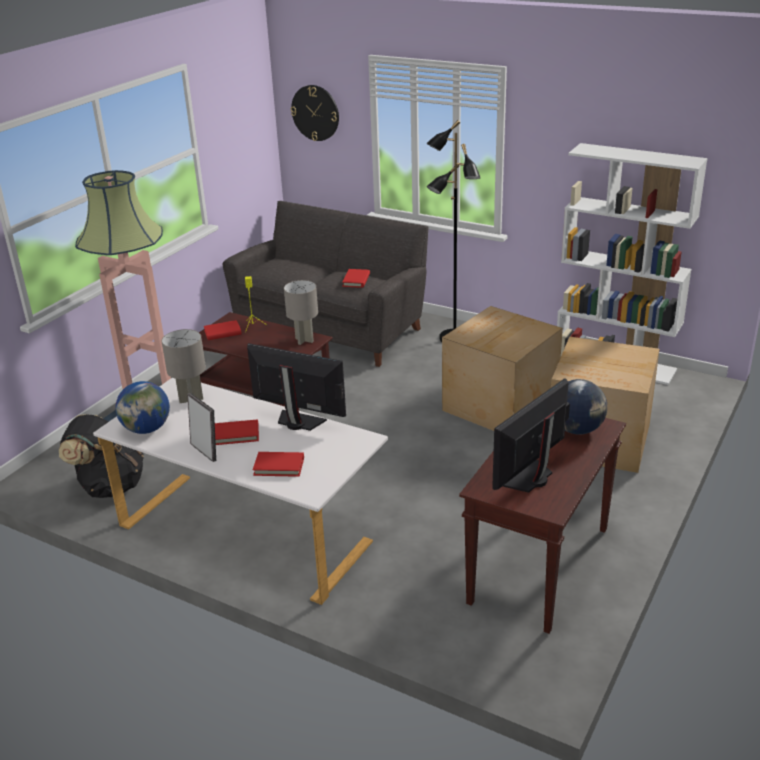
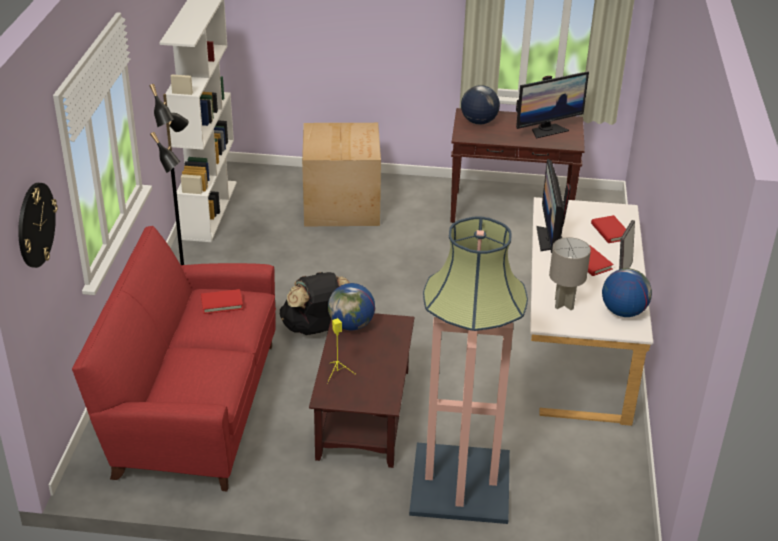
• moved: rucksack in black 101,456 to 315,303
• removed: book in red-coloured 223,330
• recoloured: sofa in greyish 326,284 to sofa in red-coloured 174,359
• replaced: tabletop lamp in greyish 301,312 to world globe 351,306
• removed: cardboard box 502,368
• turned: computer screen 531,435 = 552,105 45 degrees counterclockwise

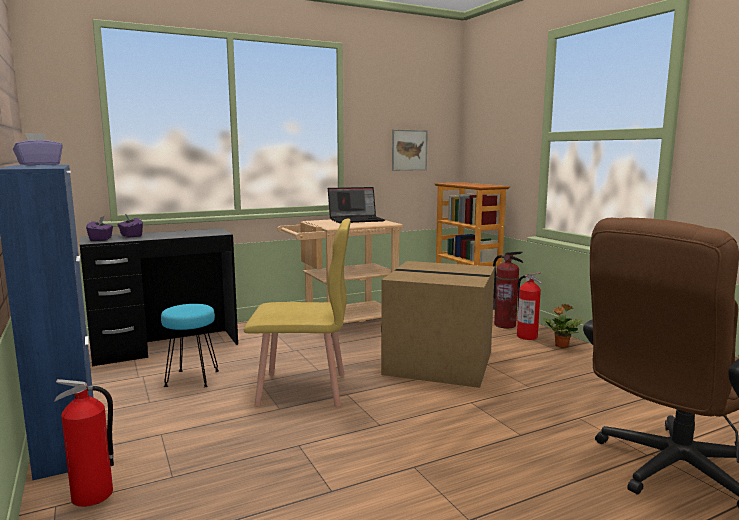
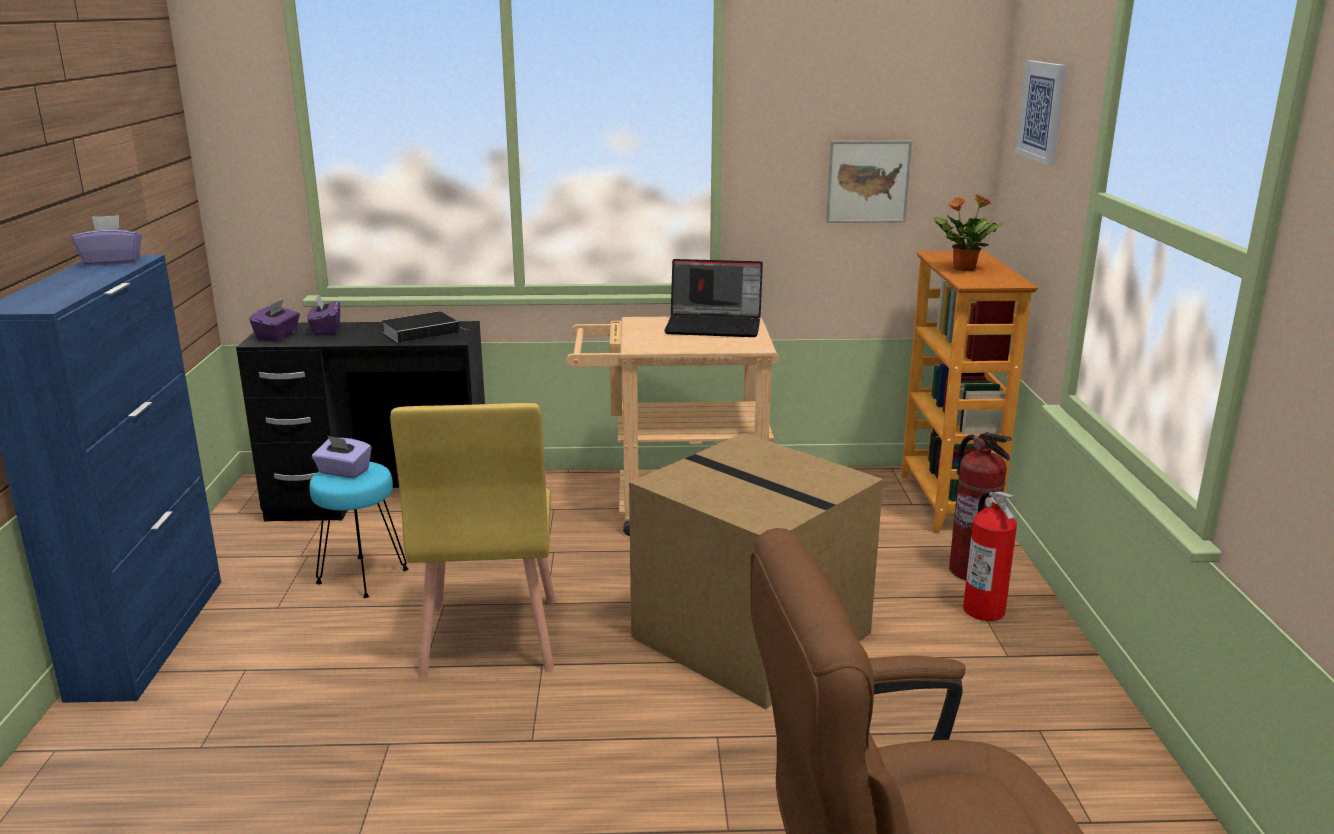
• removed: extinguisher 84,443
• turned: plain chair in yellow-coloured 297,313 = 473,540 60 degrees clockwise
• moved: houseplant 563,326 to 969,233
• added: tissue holder in purple-coloured 342,457
• added: book 425,327
• added: picture 1041,113

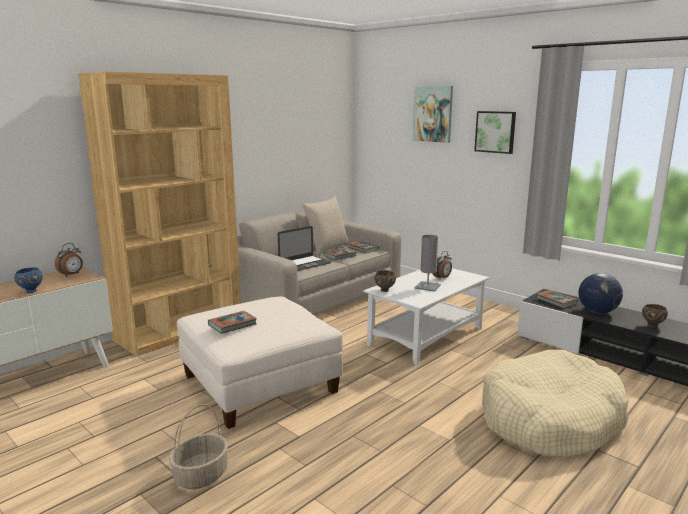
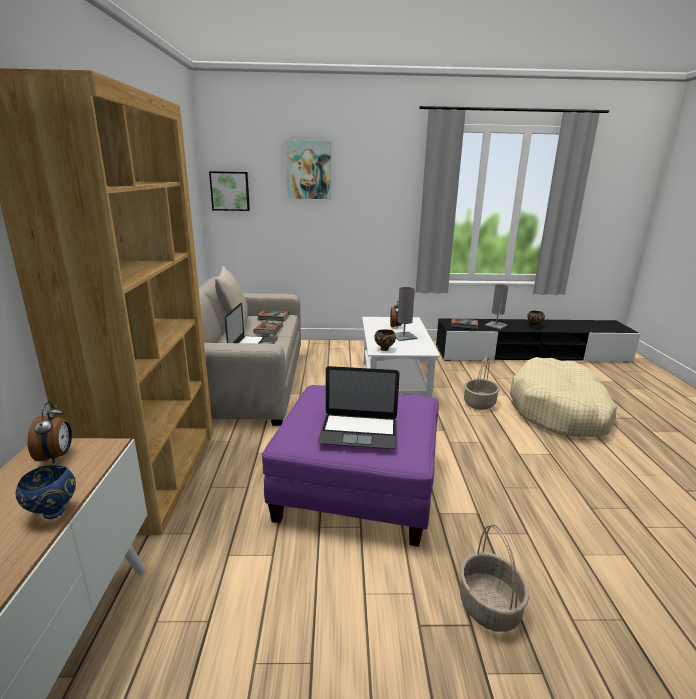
• recoloured: pouffe in whitish 260,362 to pouffe in purple-coloured 350,466
• replaced: book 232,322 to laptop 359,407
• moved: picture 495,132 to 229,191
• replaced: world globe 601,293 to tabletop lamp in greyish 496,306
• added: household basket 482,383

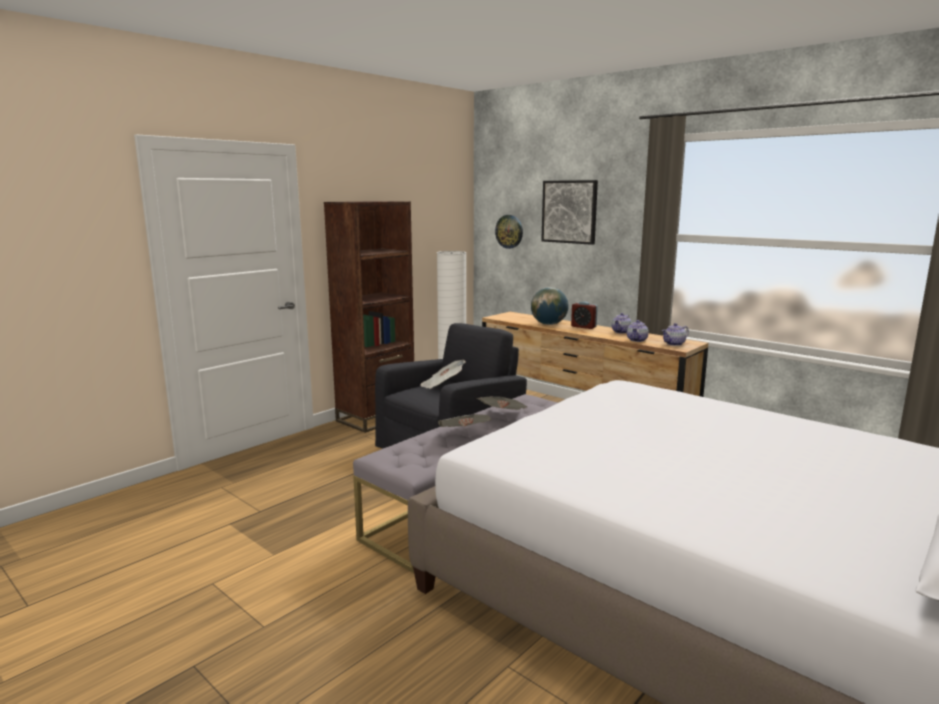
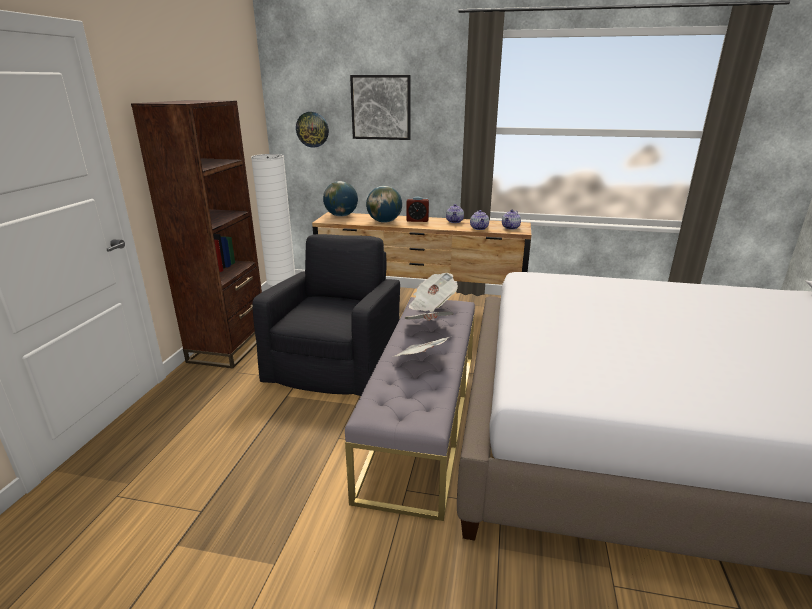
• moved: newspaper 443,374 to 433,292
• added: world globe 340,199

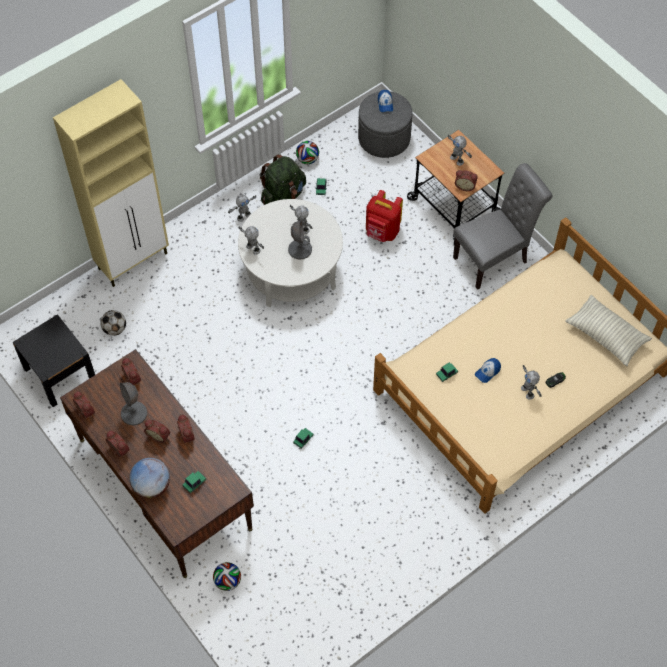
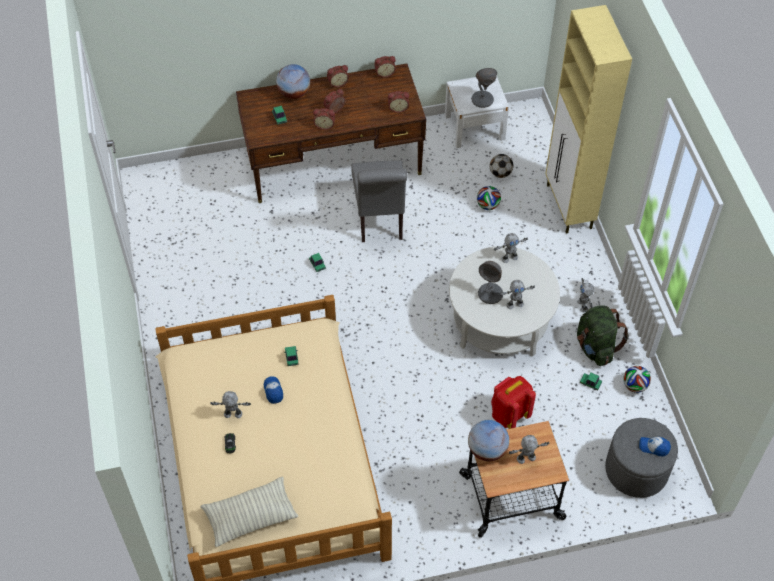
• recoloured: night table in black 54,360 to night table in whitish 477,112
• moved: tabletop lamp in greyish 133,403 to 484,88
• moved: football 227,576 to 489,198
• moved: plain chair in greyish 502,226 to 379,201
• replaced: bedside clock 466,180 to world globe 488,440

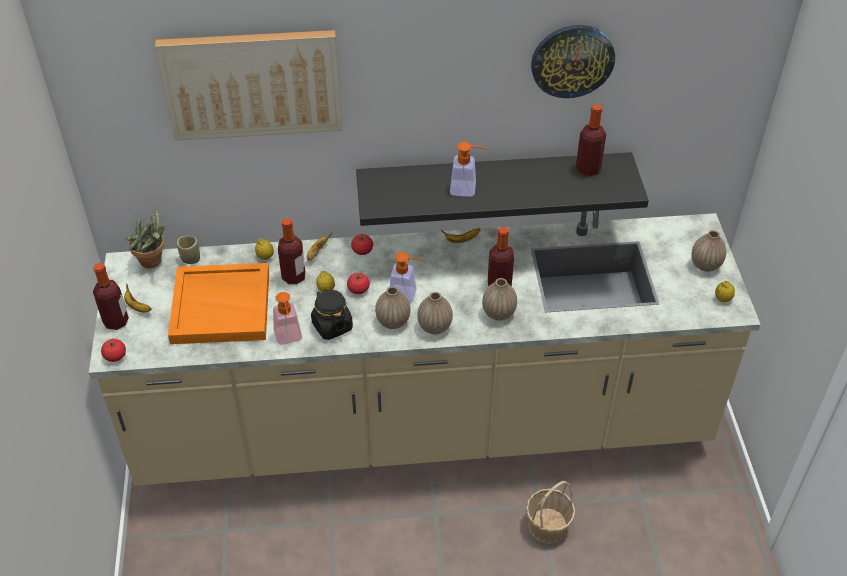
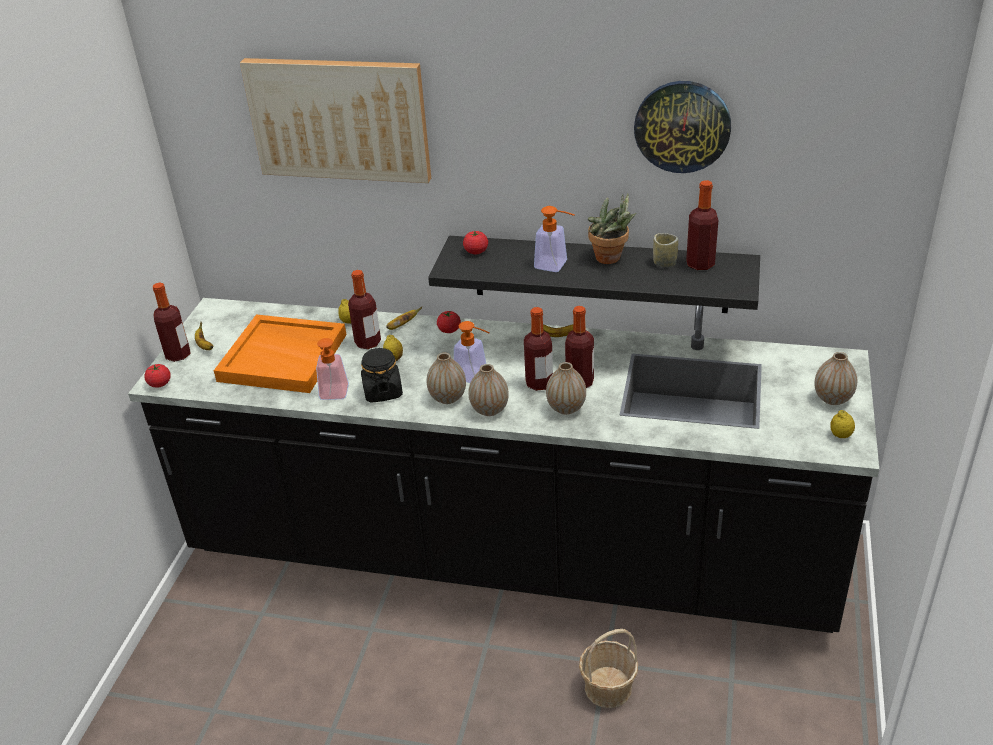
• recoloured: kitchen counter in sand-coloured 425,348 to kitchen counter in black 503,465
• moved: houseplant 146,238 to 612,228
• moved: cup 188,250 to 665,250
• moved: tomato 358,283 to 475,242
• added: beverage bottle 538,349

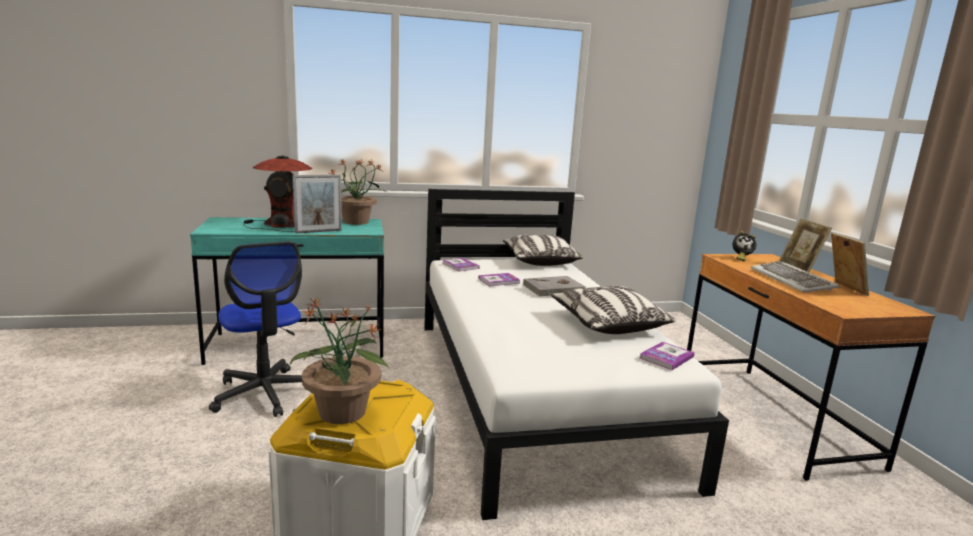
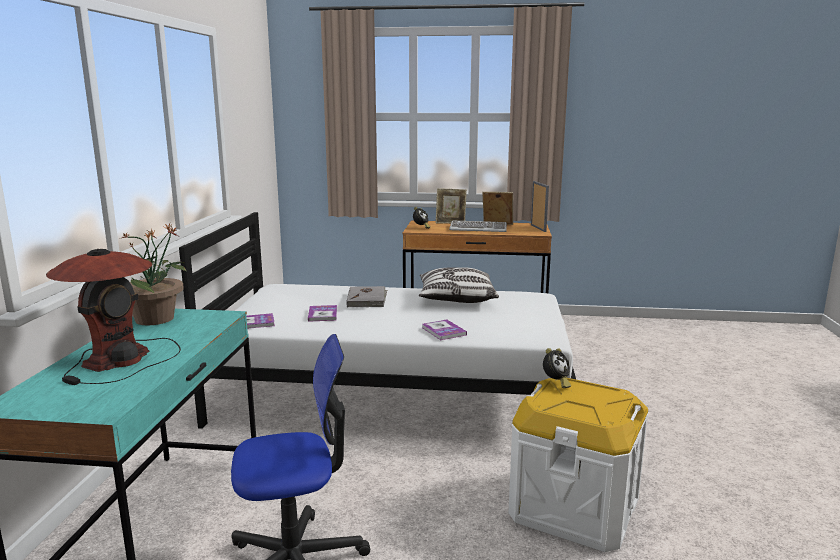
• removed: houseplant 339,361
• moved: picture frame 317,204 to 540,206
• removed: pillow 543,250
• moved: book 667,356 to 444,330
• added: bedside clock 557,368

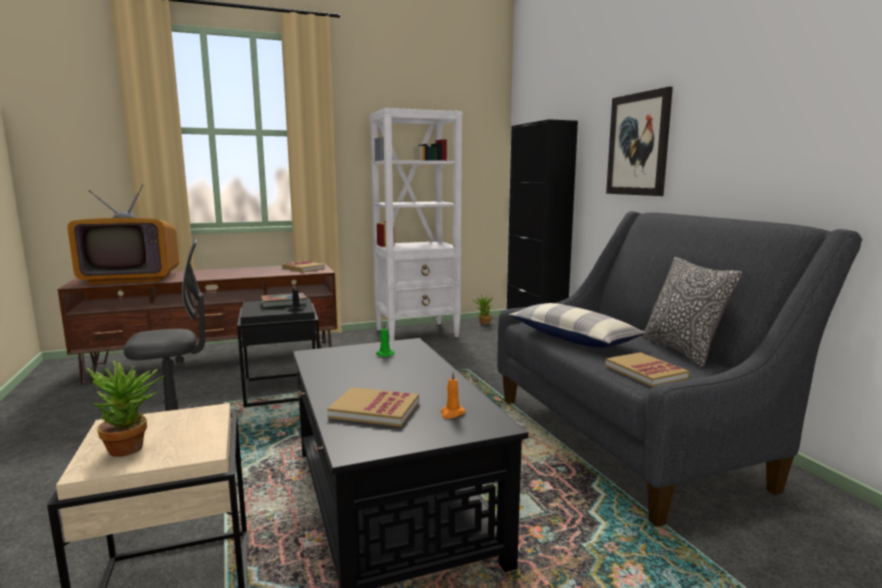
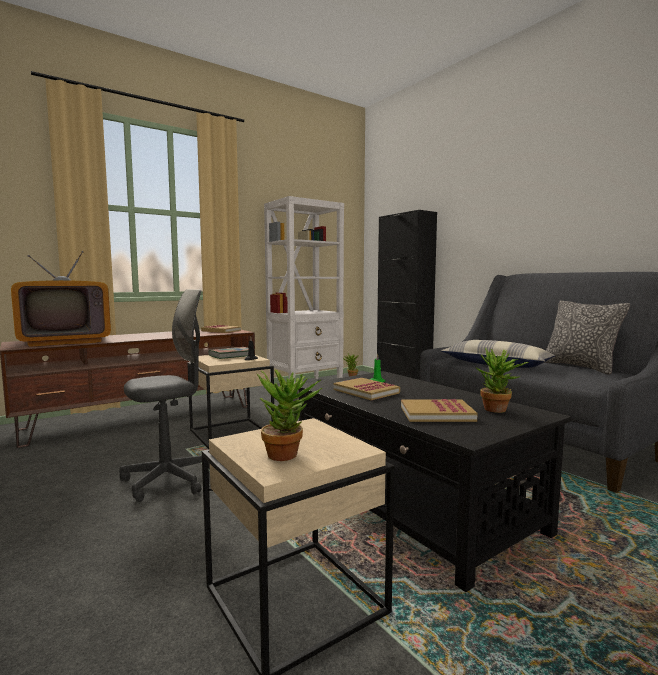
• recoloured: side table in black 278,352 to side table in sand-coloured 230,402
• replaced: wax candle in orange-coloured 453,395 to houseplant 502,380
• moved: book 647,369 to 367,389
• removed: picture 639,141

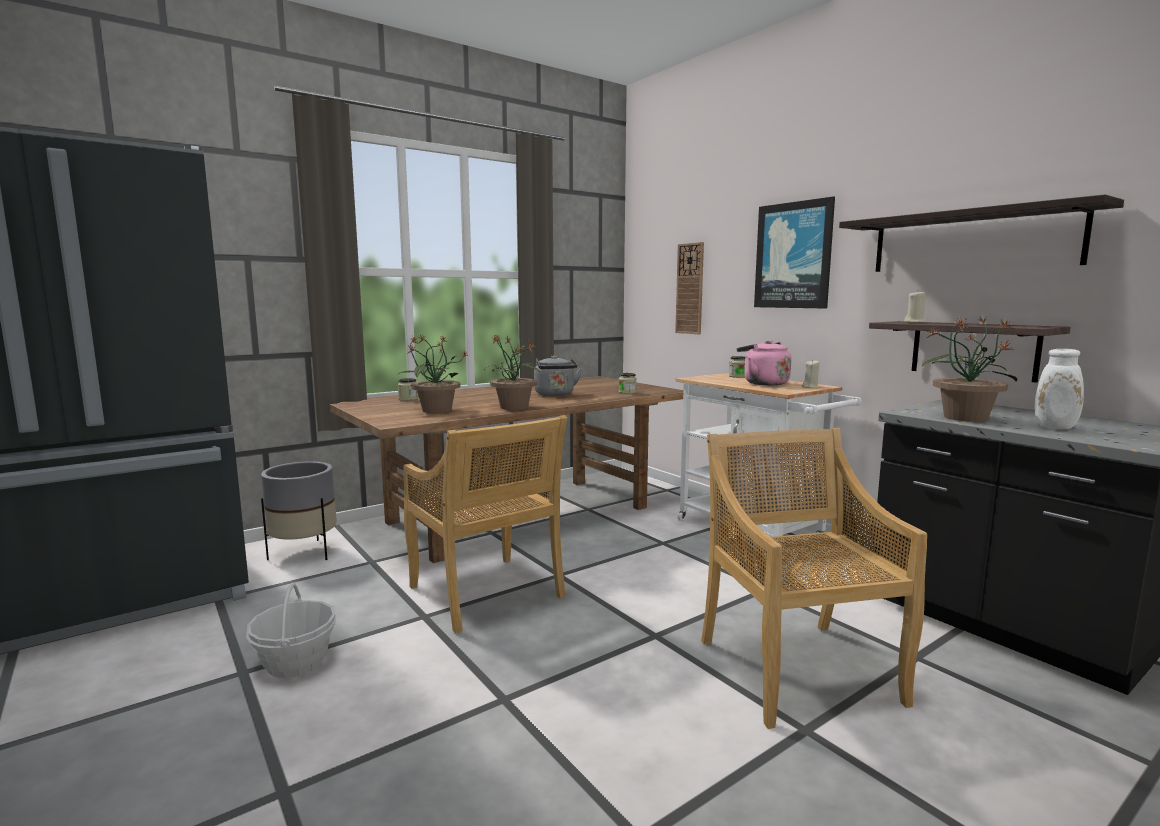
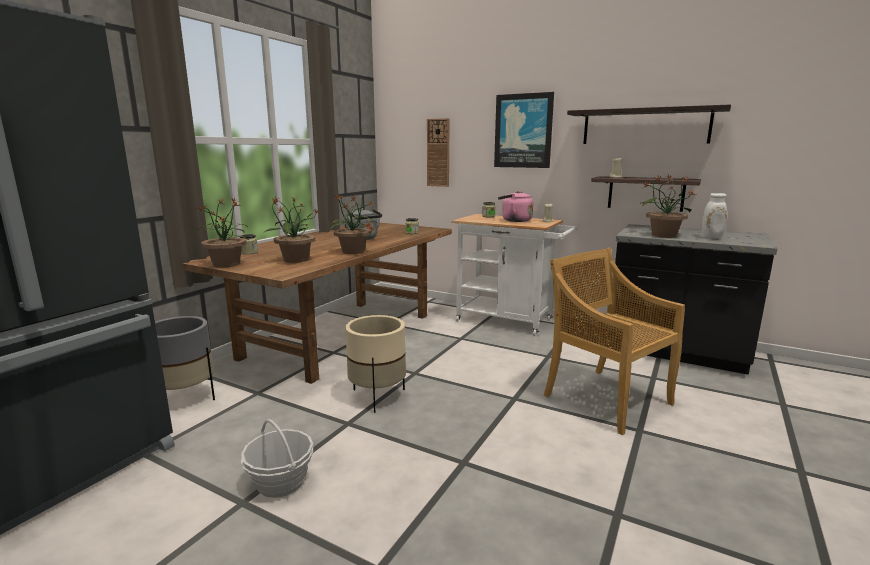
• replaced: plain chair in sand-coloured 485,524 to planter in sand-coloured 375,364
• added: houseplant 222,233

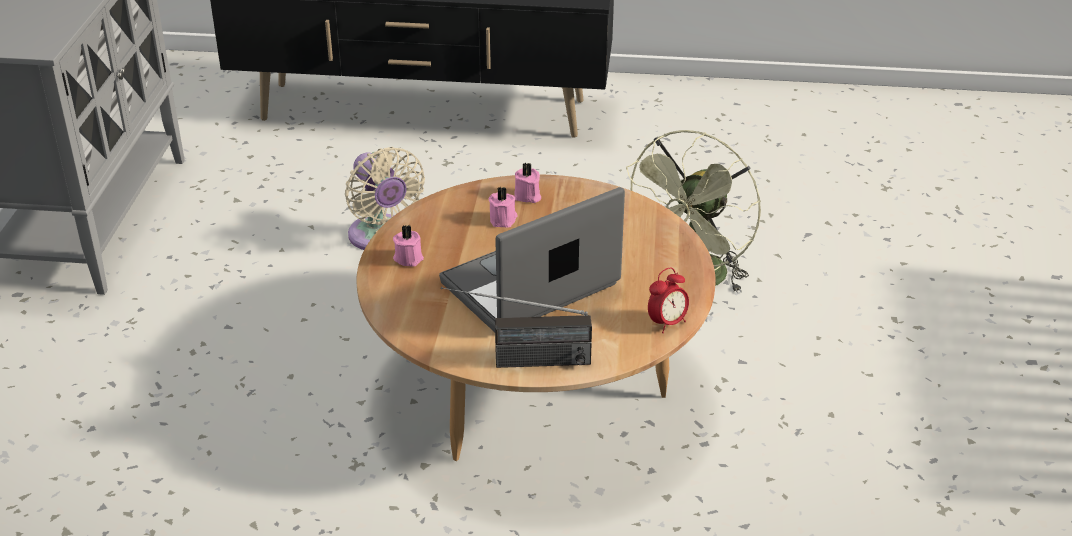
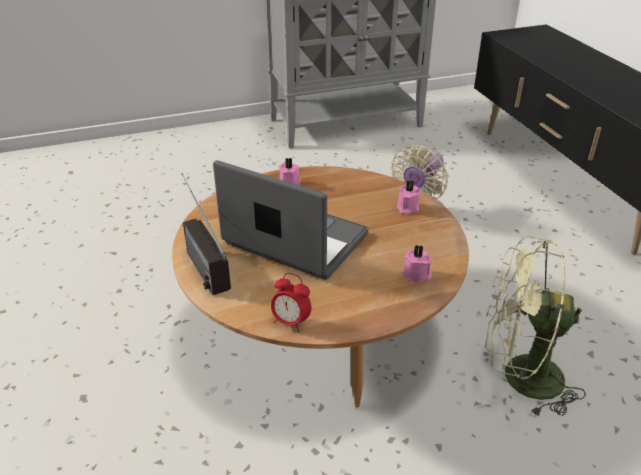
• moved: wax candle in pink-coloured 503,207 to 417,263

